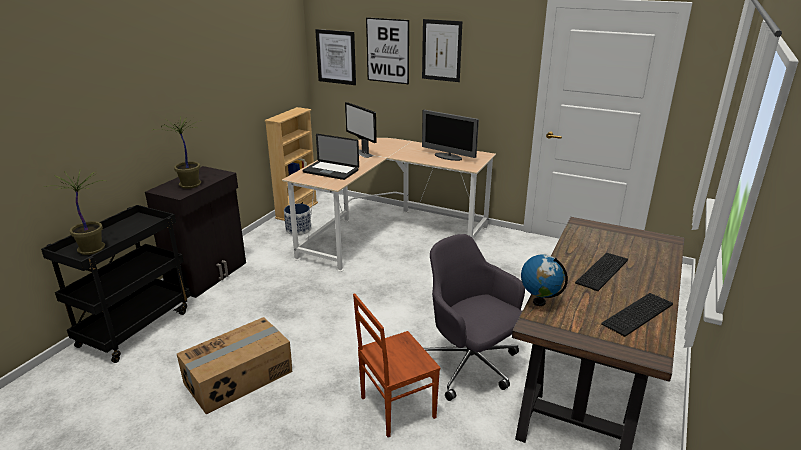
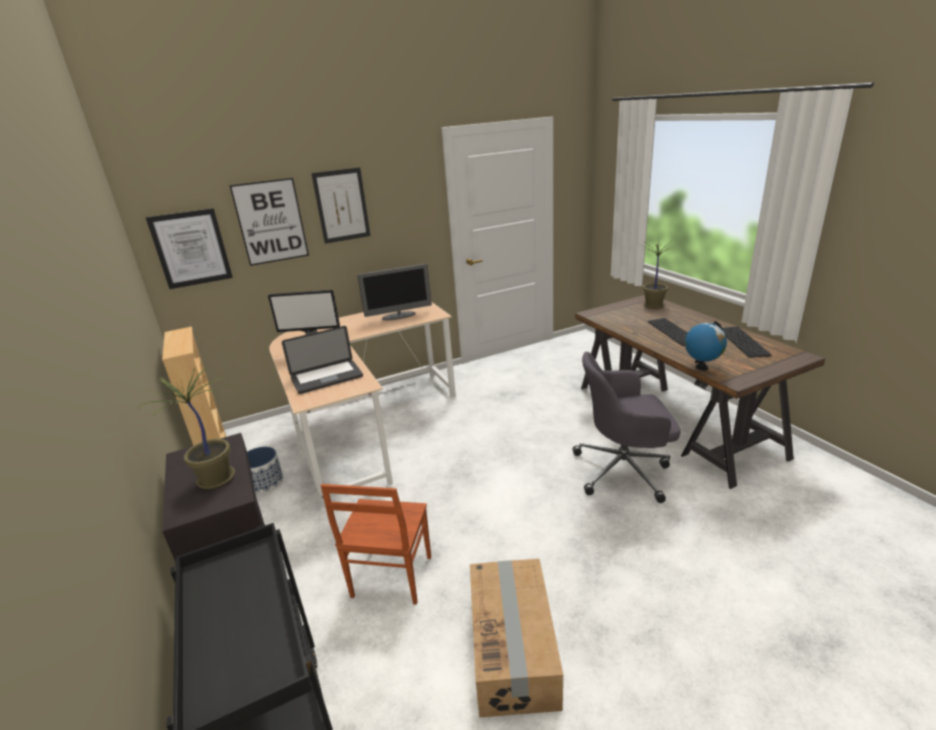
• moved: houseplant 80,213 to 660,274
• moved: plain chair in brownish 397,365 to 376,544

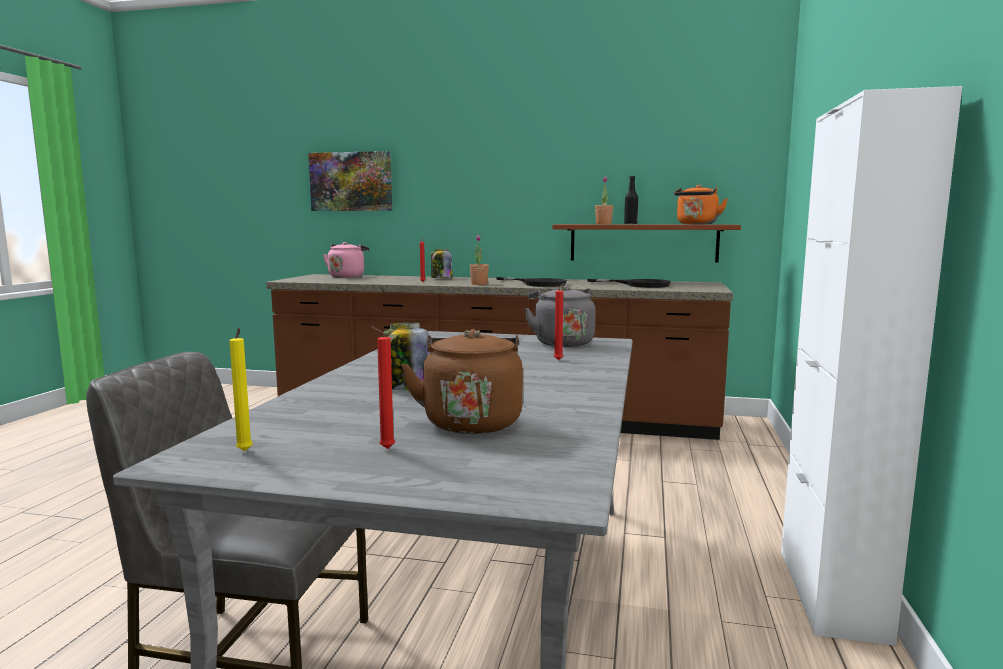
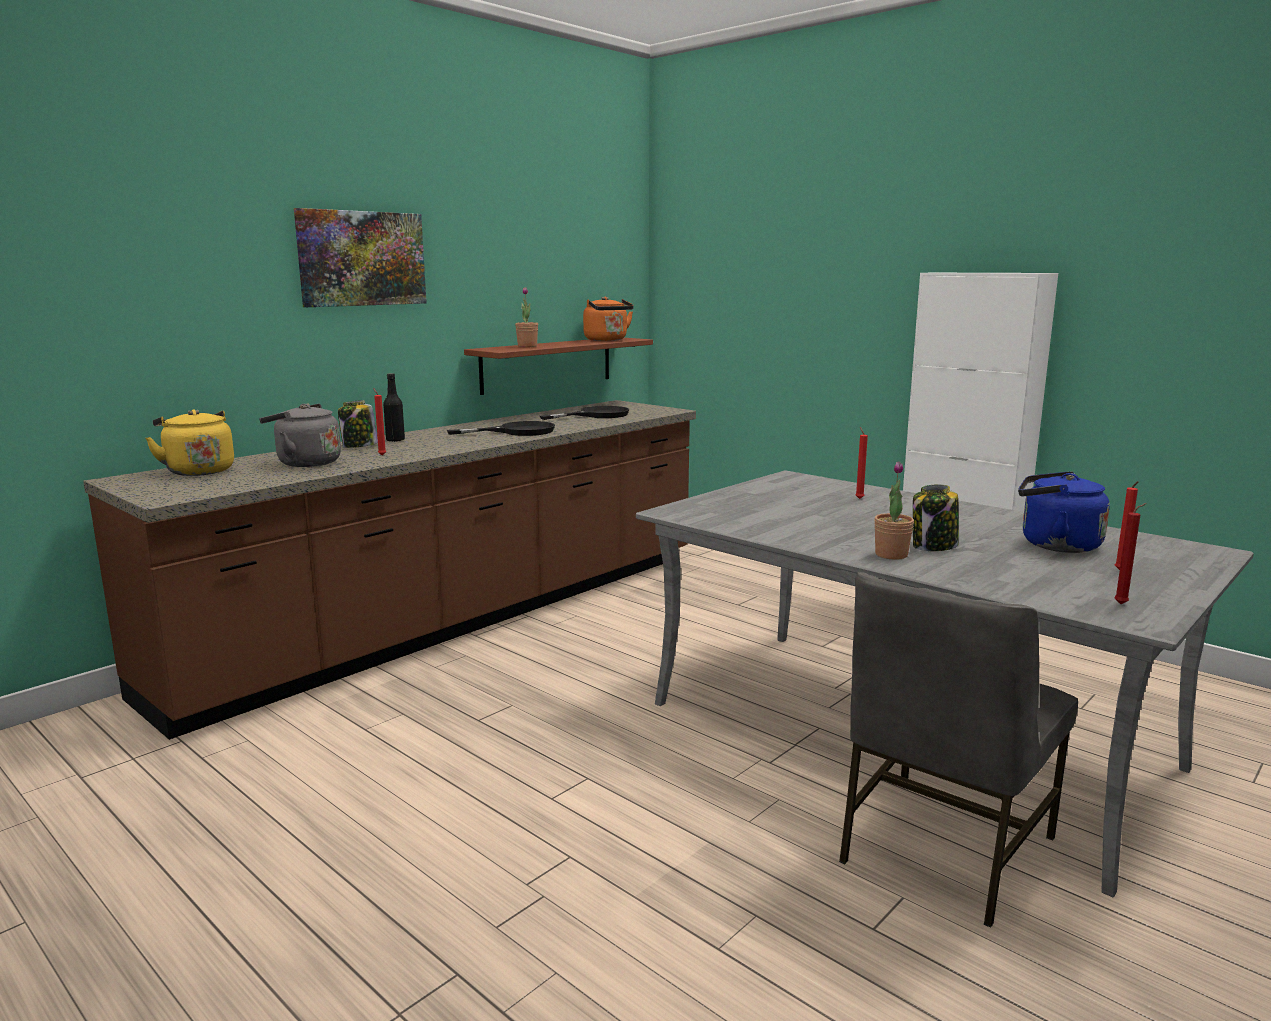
• recoloured: wax candle in yellow-coloured 241,389 to wax candle in red-coloured 1130,553
• moved: picture 350,181 to 360,257
• recoloured: water kettle in pink-coloured 346,260 to water kettle in yellow-coloured 189,442
• recoloured: water kettle in brownish 461,381 to water kettle in blue-coloured 1064,512
• moved: houseplant 479,260 to 894,511
• moved: water kettle in greyish 559,316 to 300,435
• moved: beverage bottle in black 631,200 to 394,407

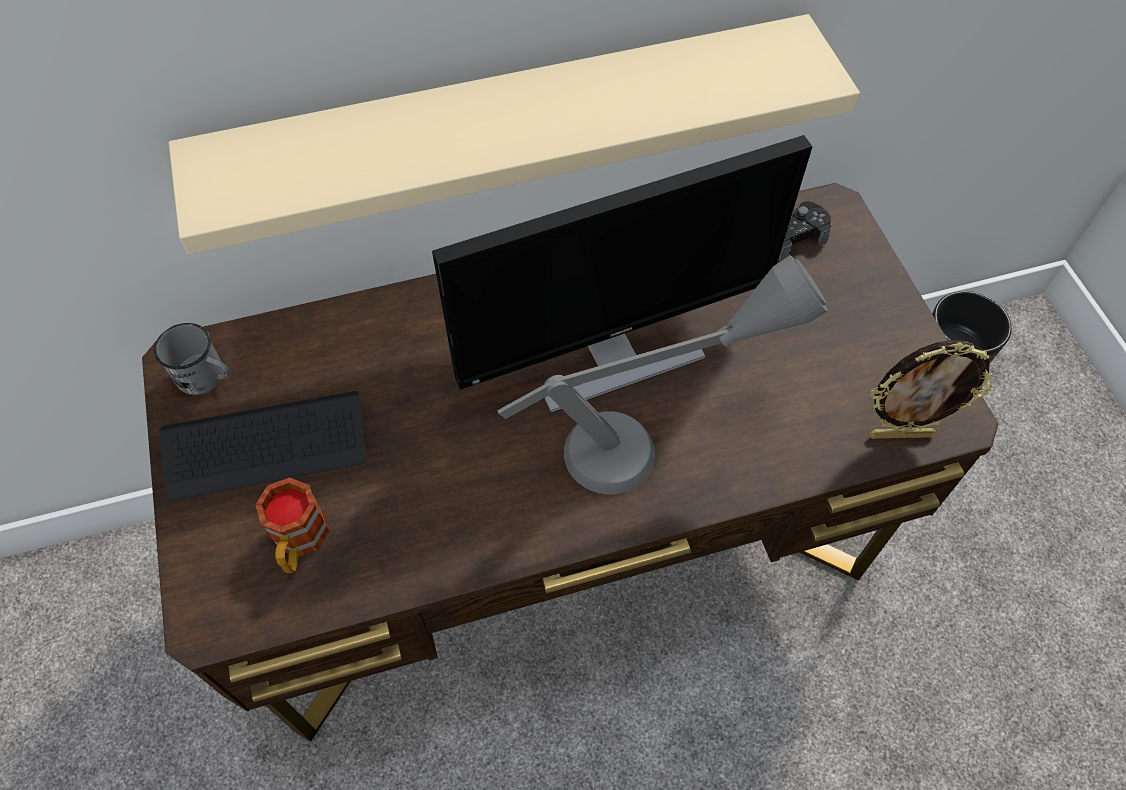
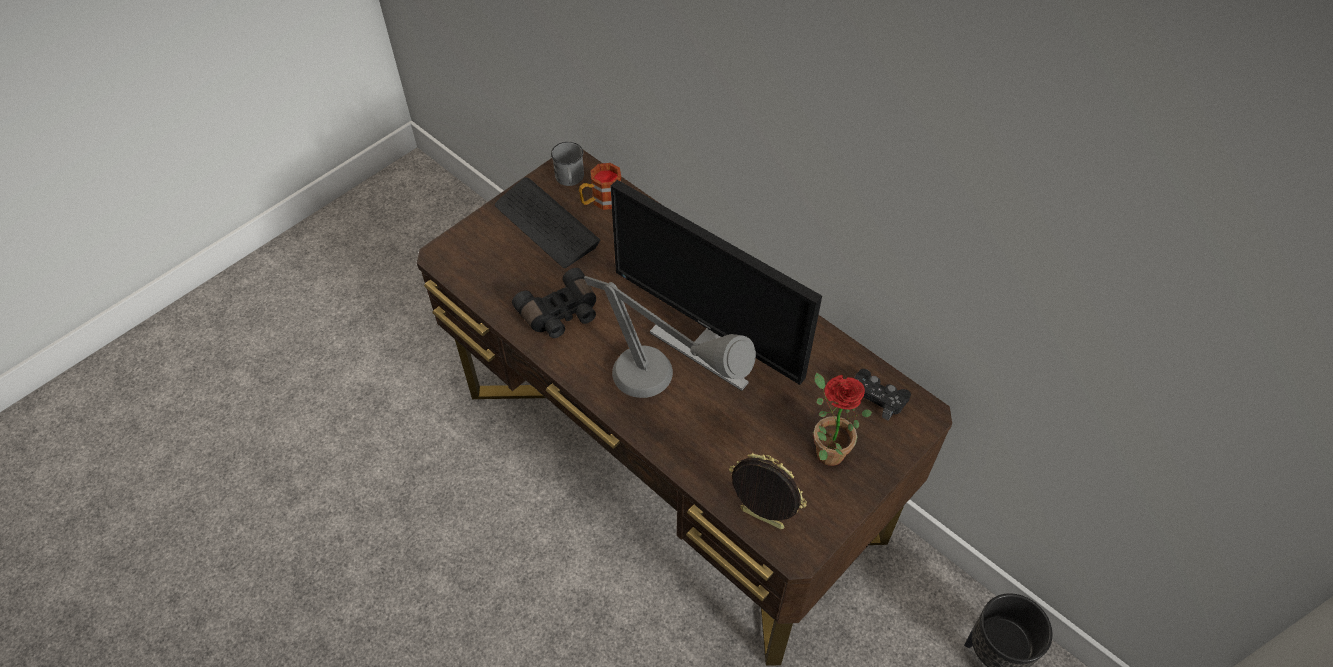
• removed: bracket shelf in sand-coloured 514,134
• moved: mug 292,525 to 600,186
• turned: picture frame 931,389 = 768,491 150 degrees clockwise
• added: binoculars in black 554,303
• added: houseplant 843,419

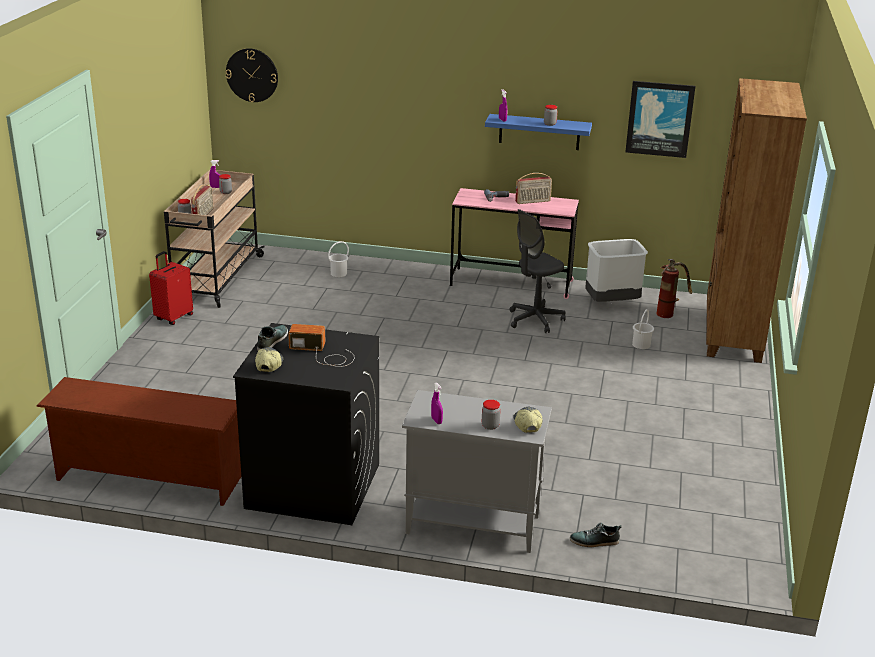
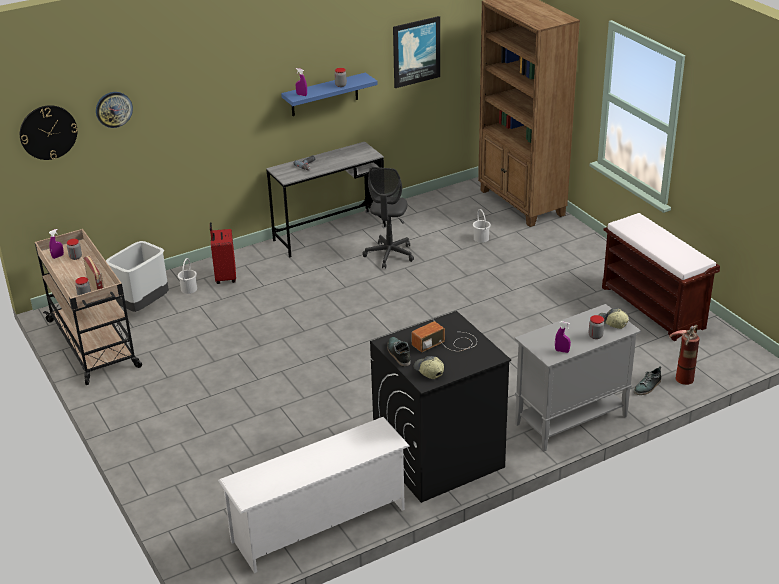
• recoloured: shoe rack in brownish 138,441 to shoe rack in whitish 314,495
• moved: travel case in red-coloured 171,288 to 223,253
• recoloured: desk in pink-coloured 514,243 to desk in greyish 326,199
• removed: radio 533,188
• moved: trash can in greyish 616,270 to 137,276
• moved: extinguisher 674,288 to 684,355
• added: clock on the wall 114,110
• added: indoor bench in brownish 661,277

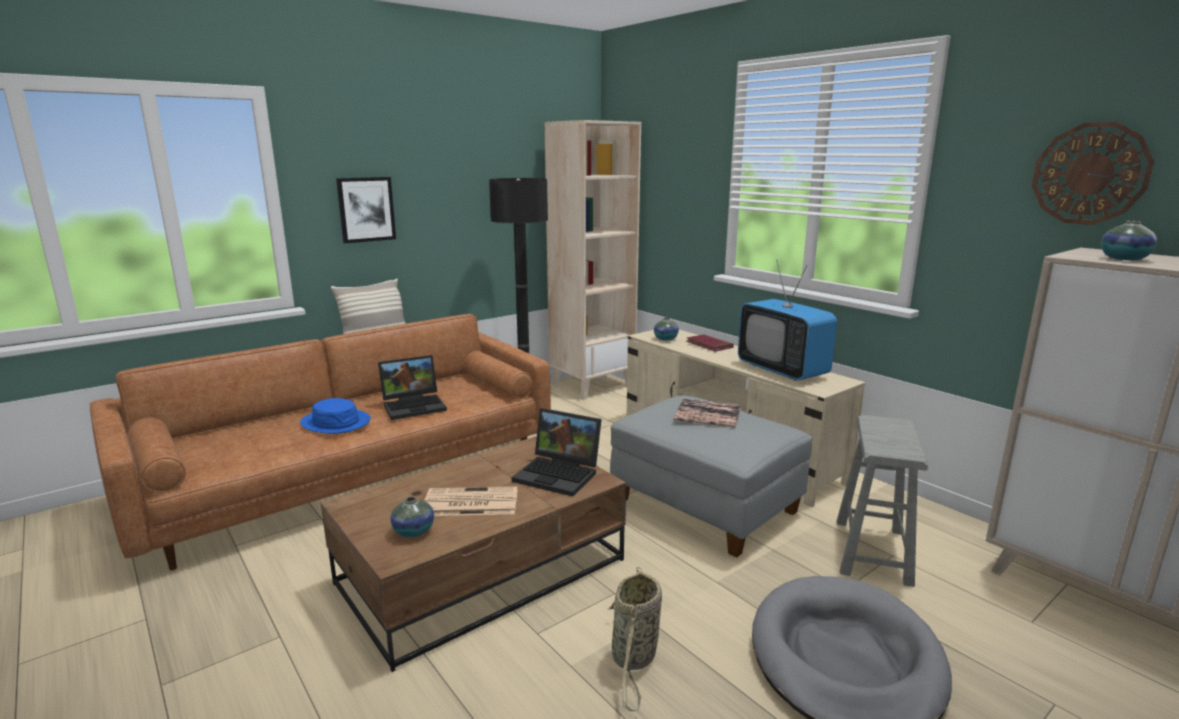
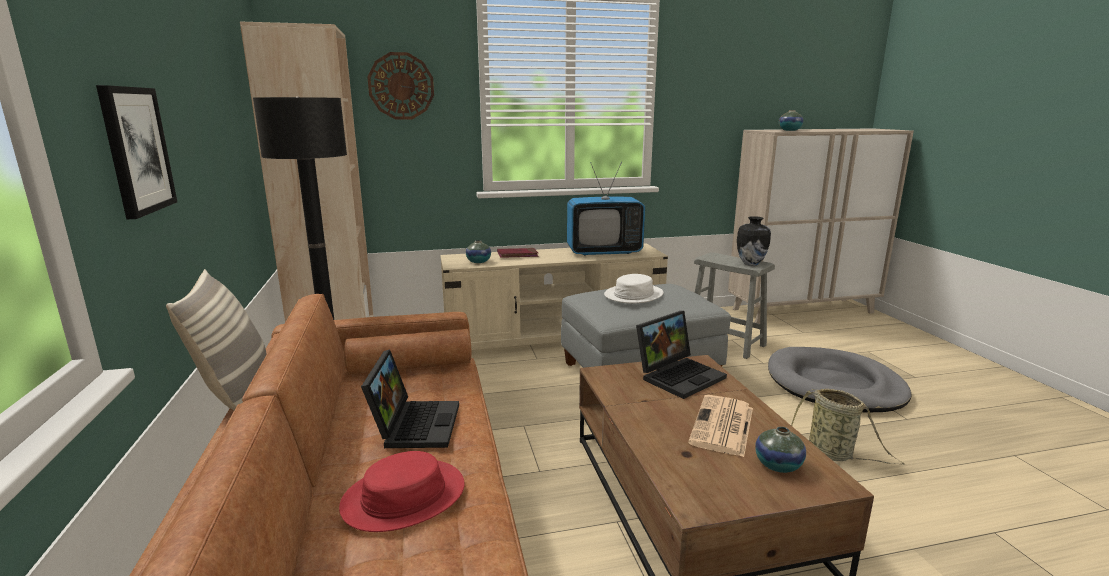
• recoloured: hat in blue-coloured 335,416 to hat in red-coloured 402,491
• replaced: book 707,413 to hat in whitish 634,288
• moved: clock on the wall 1093,173 to 400,85
• added: decorative vase 754,241

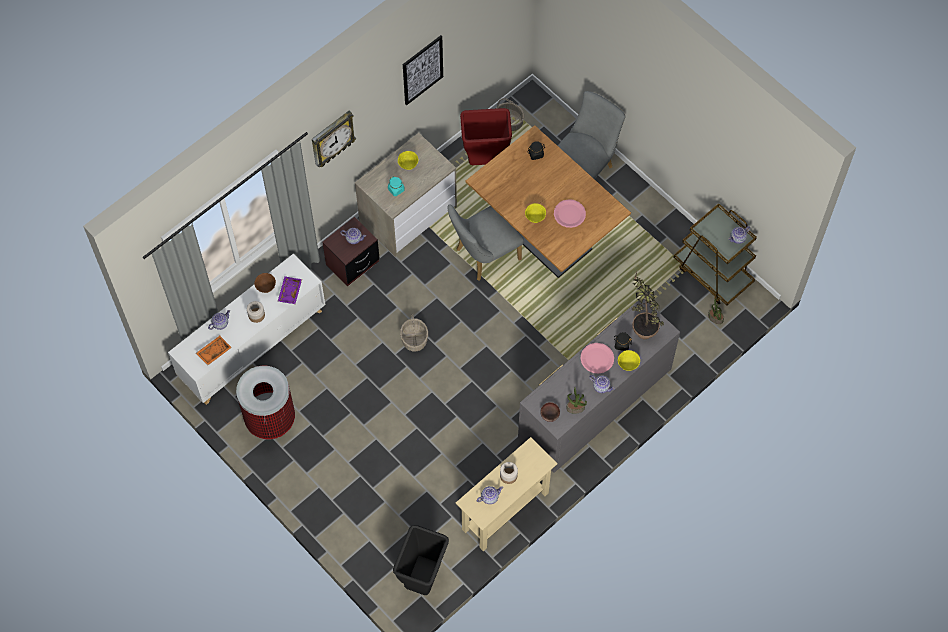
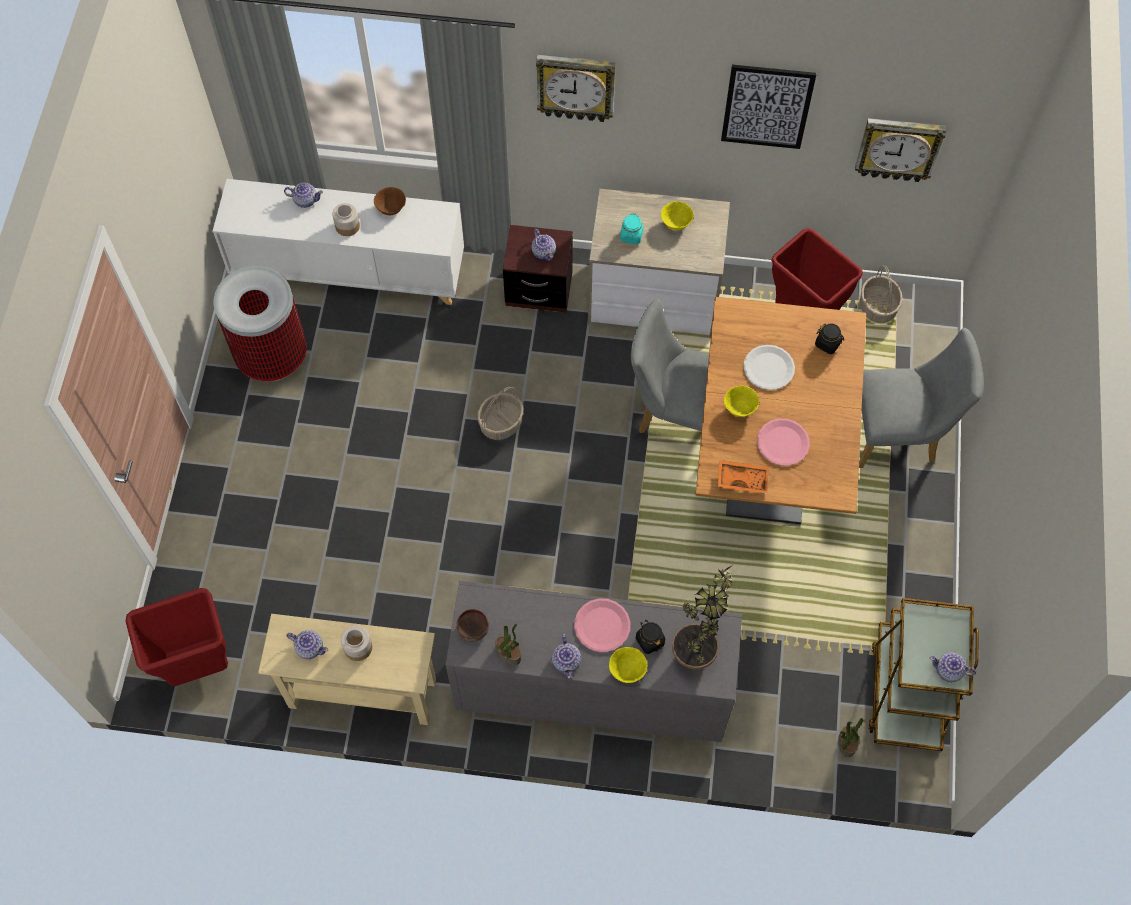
• moved: serving tray in orange-coloured 214,350 to 743,477
• removed: serving tray in purple-coloured 290,290
• recoloured: trash can in black 421,560 to trash can in red-coloured 177,637
• added: dinner plate in whitish 769,367
• added: clock on the wall 900,150

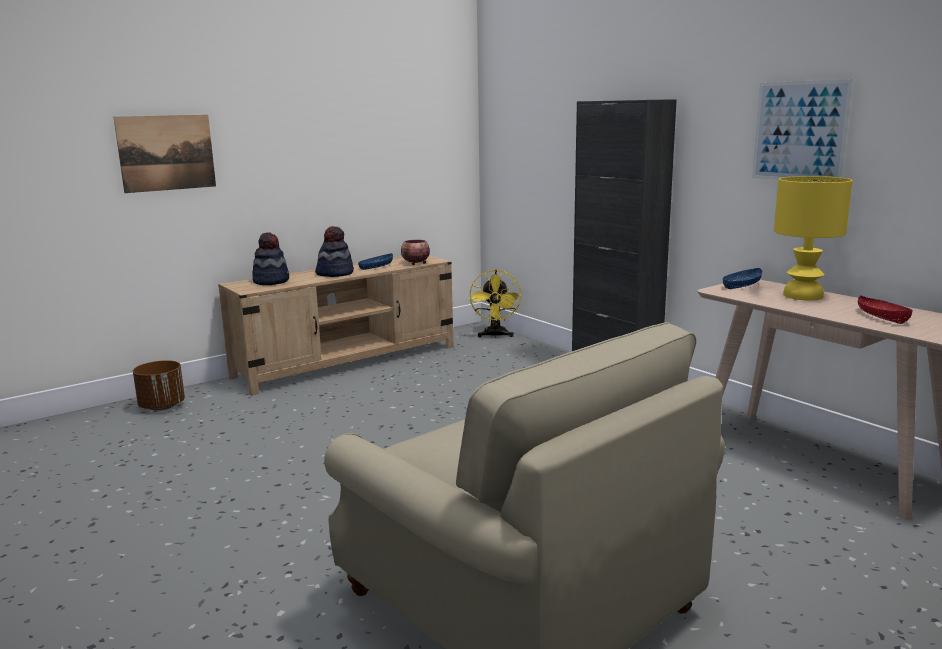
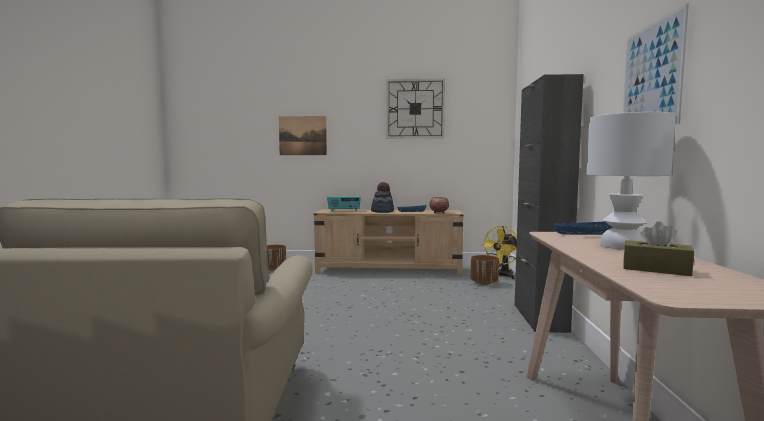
• replaced: hat 271,258 to radio 344,203
• recoloured: tabletop lamp in yellow-coloured 813,238 to tabletop lamp in whitish 631,181
• replaced: bowl in red-coloured 885,309 to tissue holder in brownish 658,248
• added: clock on the wall 415,108
• added: planter in brownish 484,270

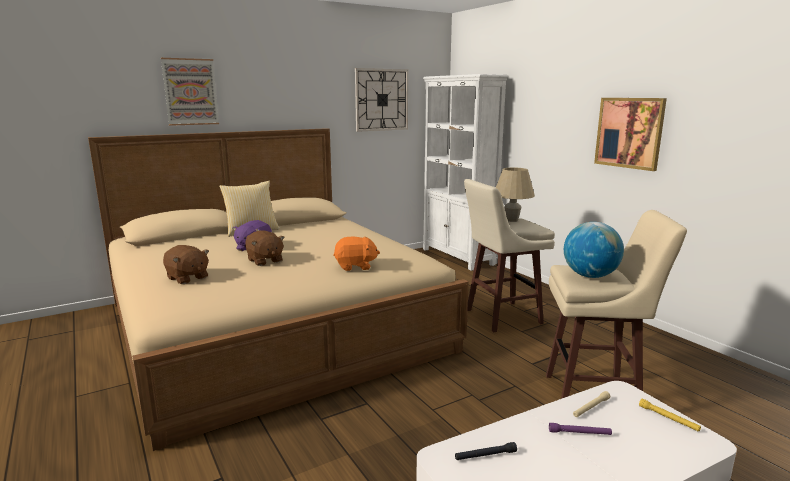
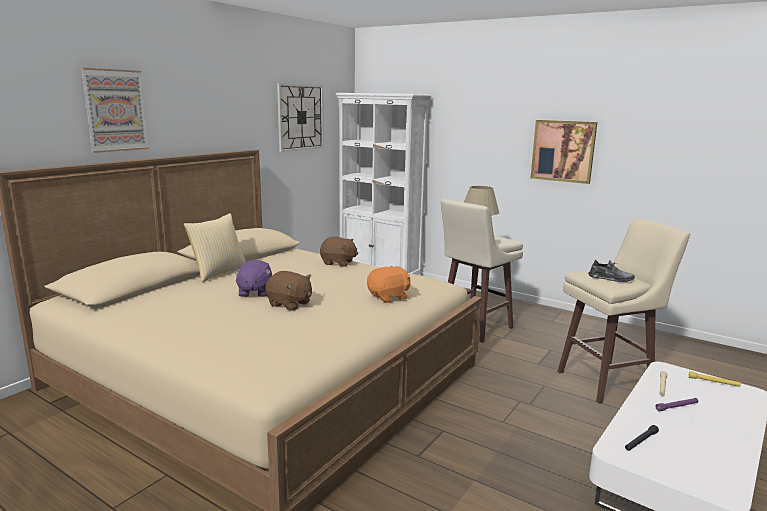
• moved: plush toy in brownish 186,264 to 339,252
• replaced: world globe 594,250 to low shoe in greyish 612,271

